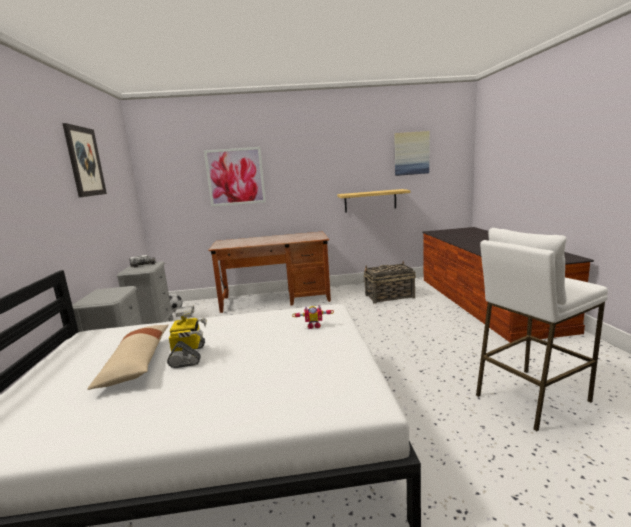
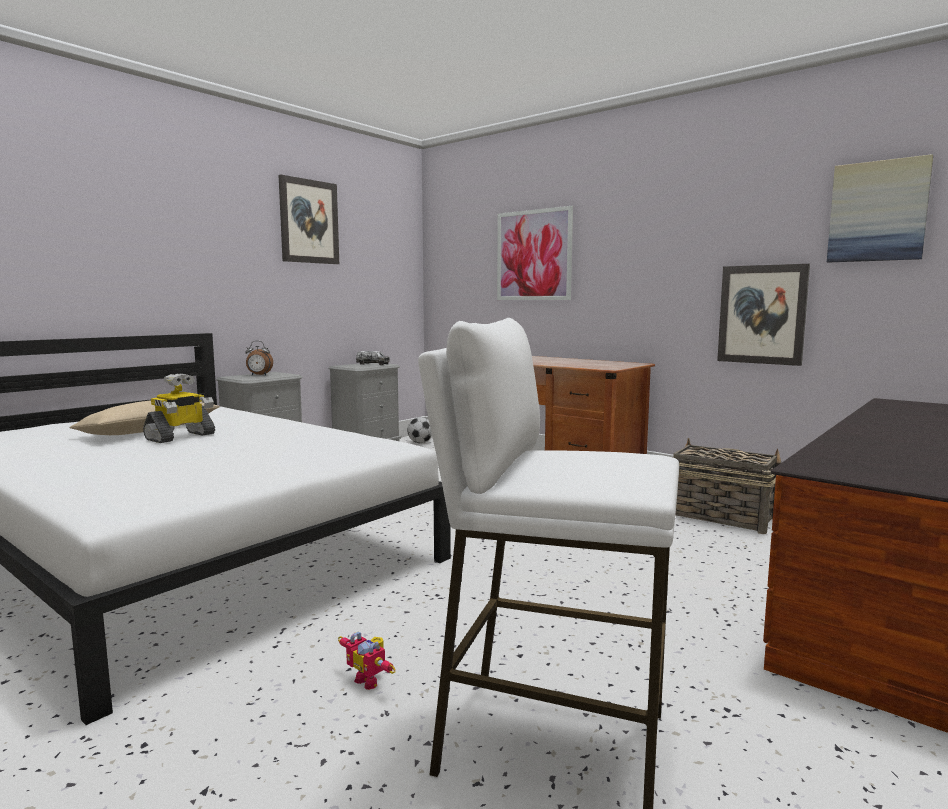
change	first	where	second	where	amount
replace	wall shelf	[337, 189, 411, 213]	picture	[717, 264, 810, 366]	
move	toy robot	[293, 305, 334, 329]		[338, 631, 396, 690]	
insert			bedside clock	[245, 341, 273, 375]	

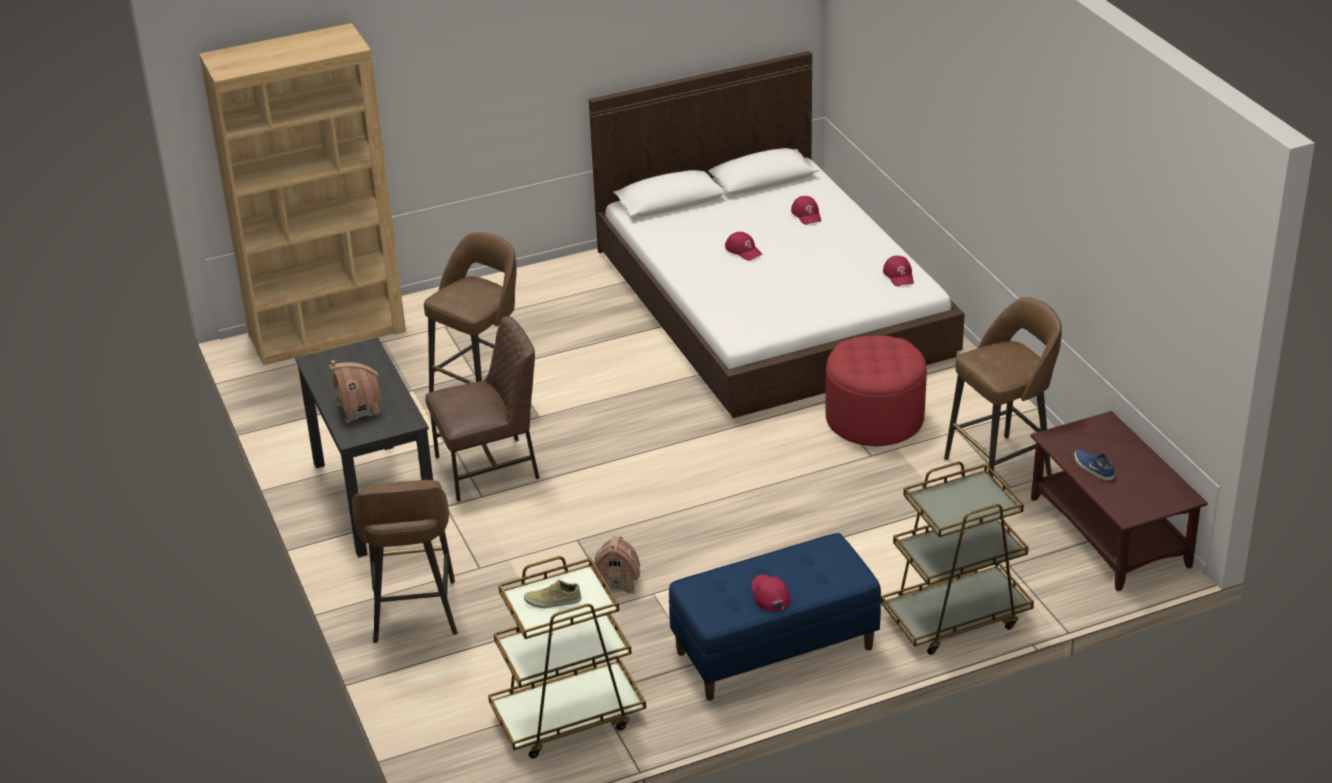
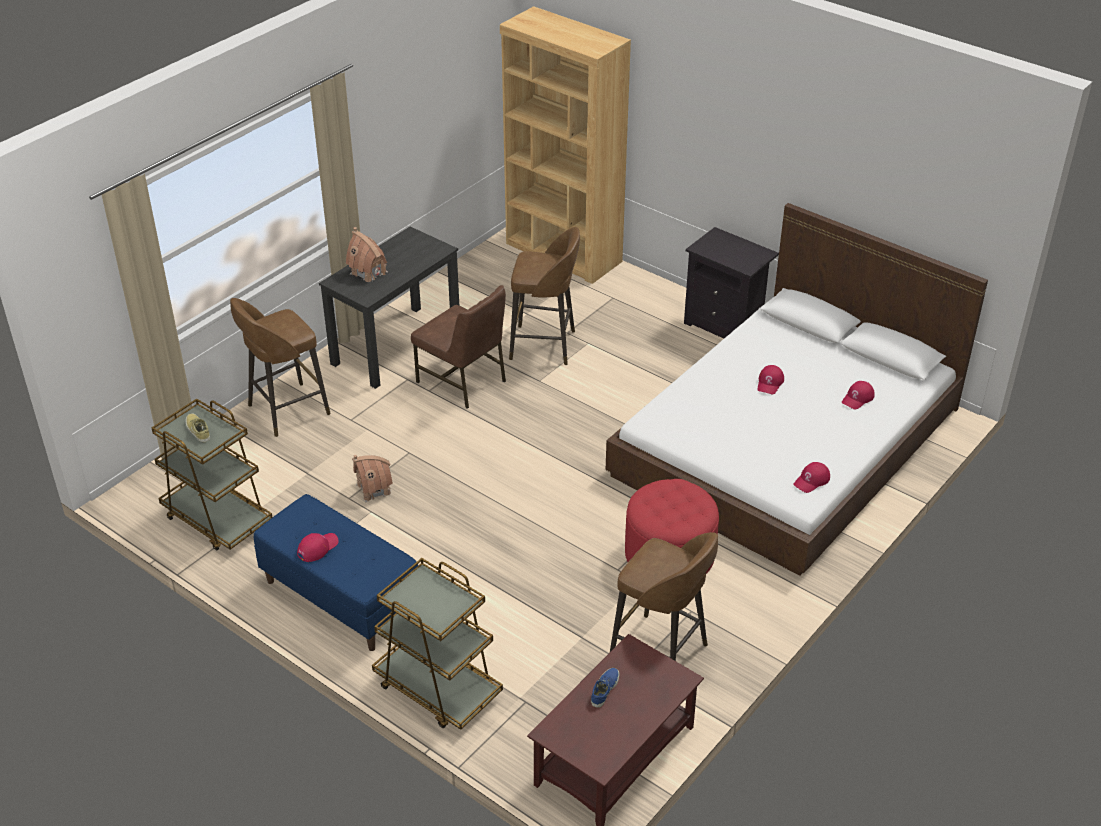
change	first	where	second	where	amount
insert			blackish night table	[684, 227, 779, 338]	

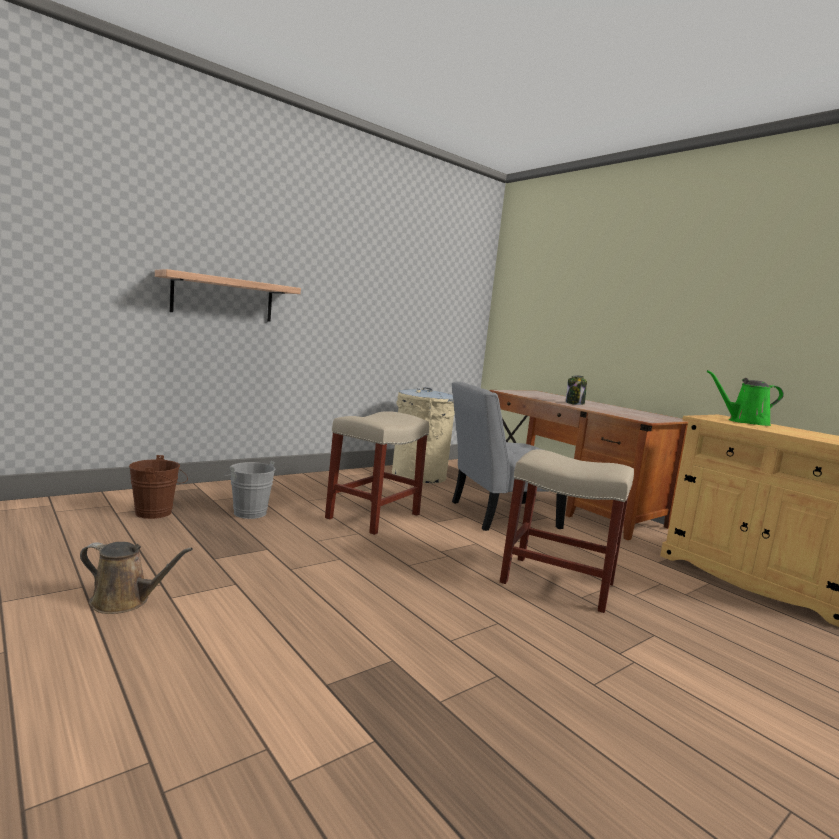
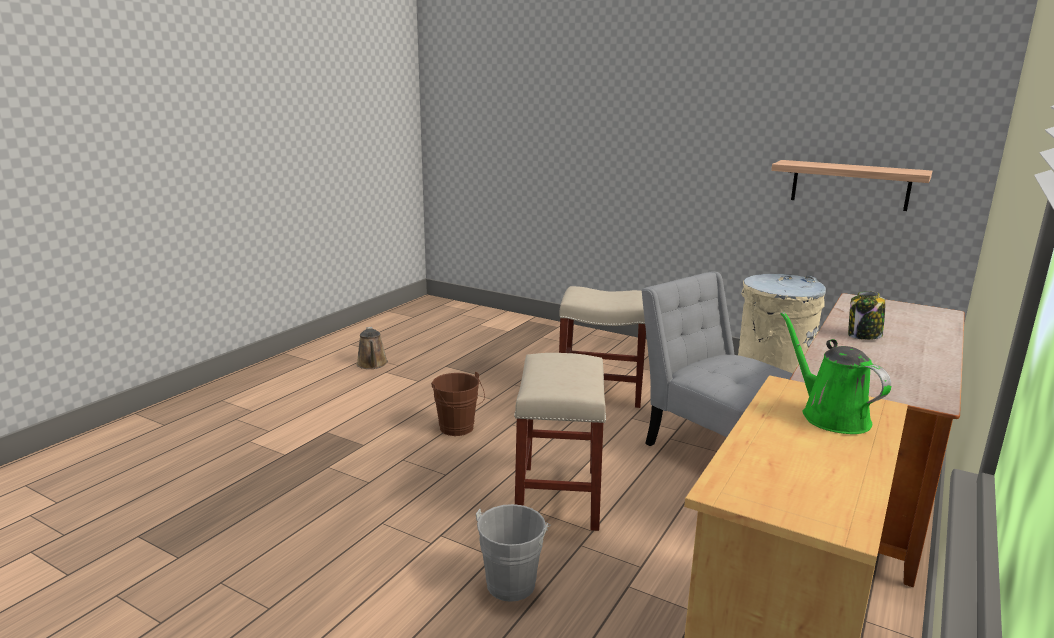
change	first	where	second	where	amount
move	wall shelf	[155, 269, 301, 322]		[771, 160, 932, 211]	
move	brownish pail	[129, 455, 188, 519]		[431, 372, 485, 436]	
move	grey pail	[224, 461, 275, 519]		[476, 504, 551, 602]	

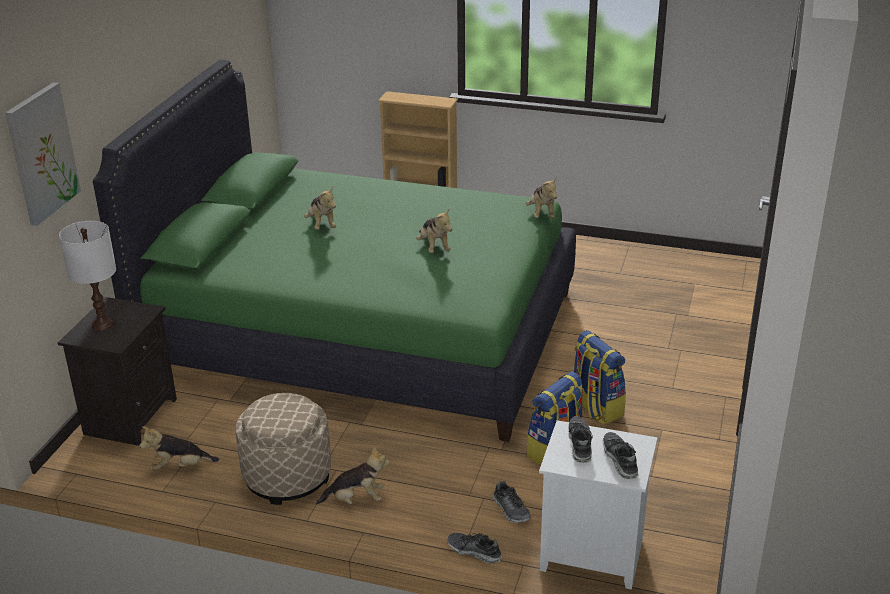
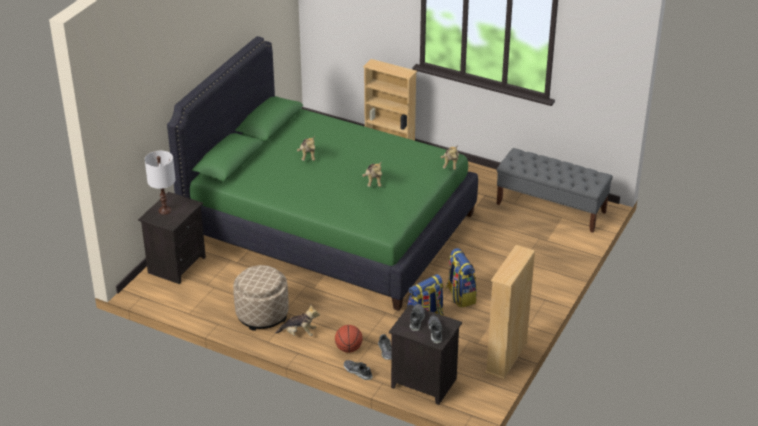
change	first	where	second	where	amount
delete	picture	[5, 82, 81, 226]			
recolor	whitish night table	[539, 420, 657, 590]	blackish night table	[389, 304, 462, 405]	
delete	plush toy	[140, 426, 219, 470]			
insert			grey long seat	[497, 148, 613, 233]	
insert			beige-coloured bookshelf	[485, 245, 535, 379]	
insert			basketball	[335, 325, 363, 353]	

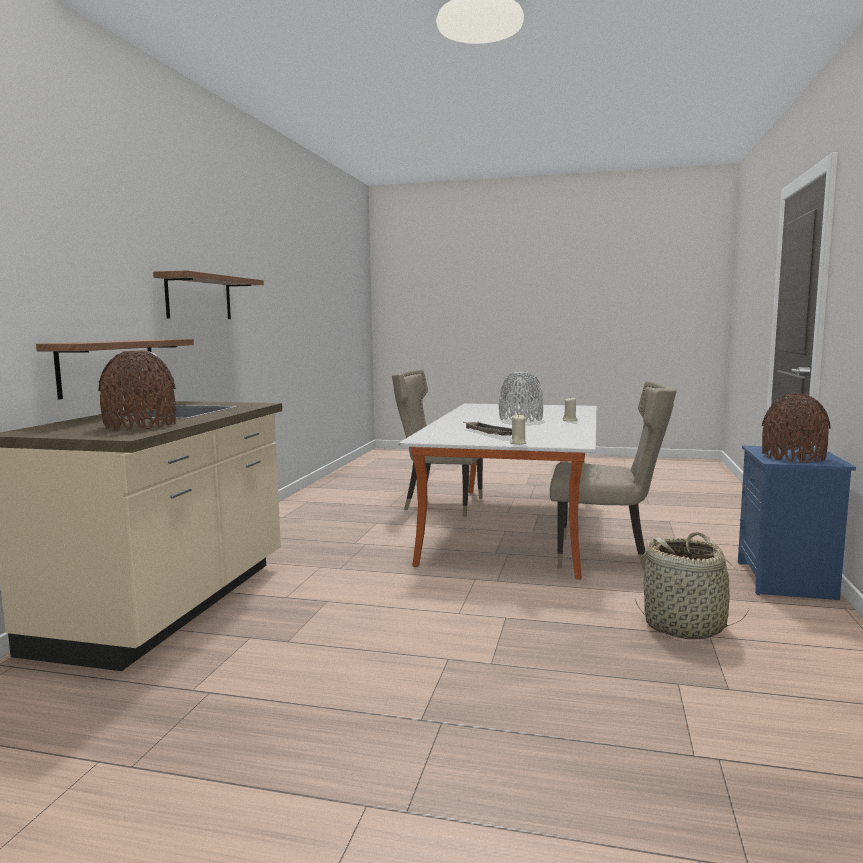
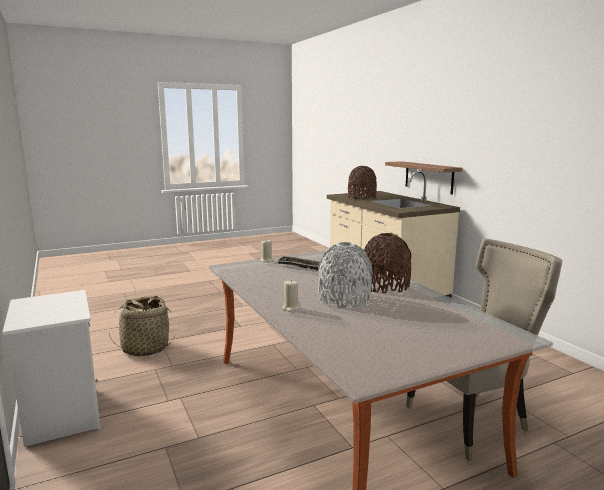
change	first	where	second	where	amount
delete	wall shelf	[153, 270, 264, 319]			
delete	beige-coloured upright chair	[550, 381, 677, 570]			
move	brownish vase	[762, 394, 831, 462]		[364, 233, 411, 293]	
recolor	blue-coloured night table	[738, 445, 856, 600]	whitish night table	[2, 290, 101, 447]	

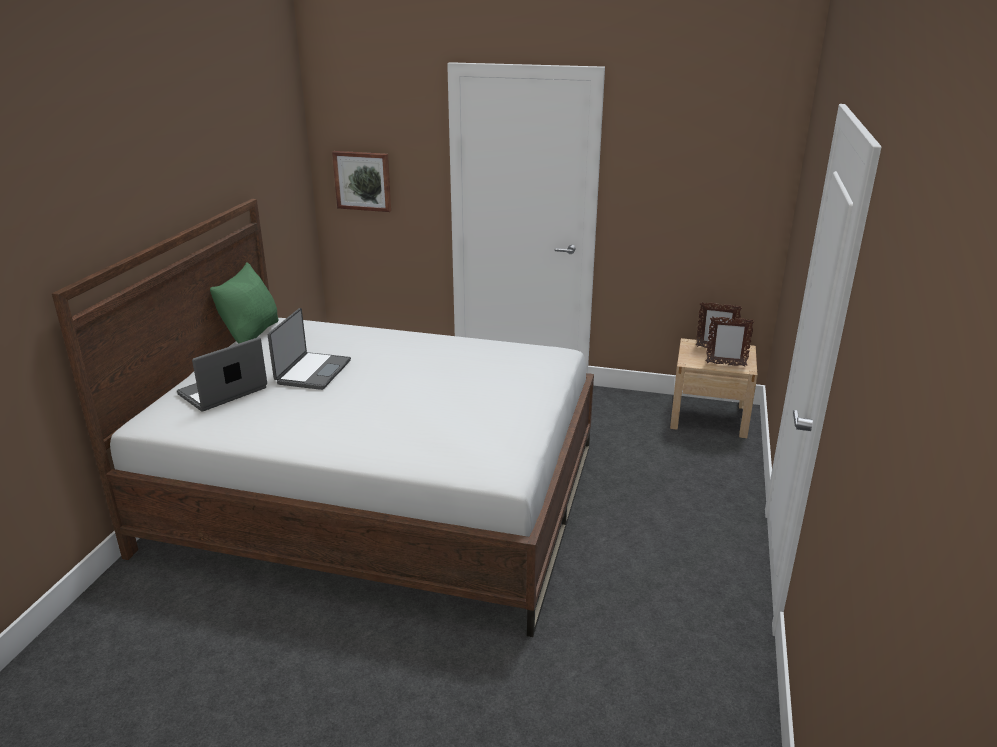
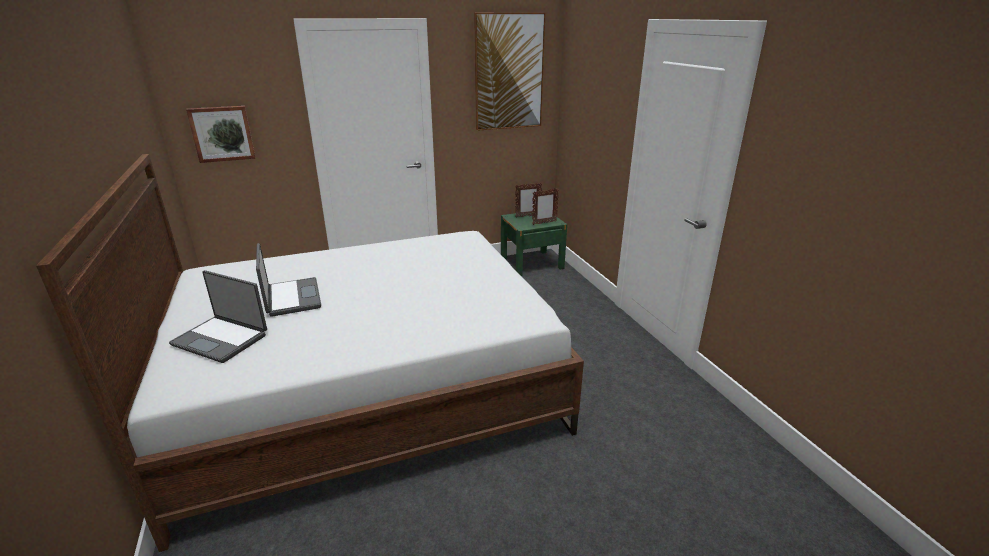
change	first	where	second	where	amount
delete	greenish throw pillow	[210, 262, 278, 344]			
rotate	laptop	[177, 337, 267, 412]		[169, 270, 267, 363]	75 degrees counterclockwise
recolor	beige-coloured night table	[670, 338, 757, 438]	greenish night table	[501, 213, 567, 276]	
insert			picture	[474, 13, 546, 131]	

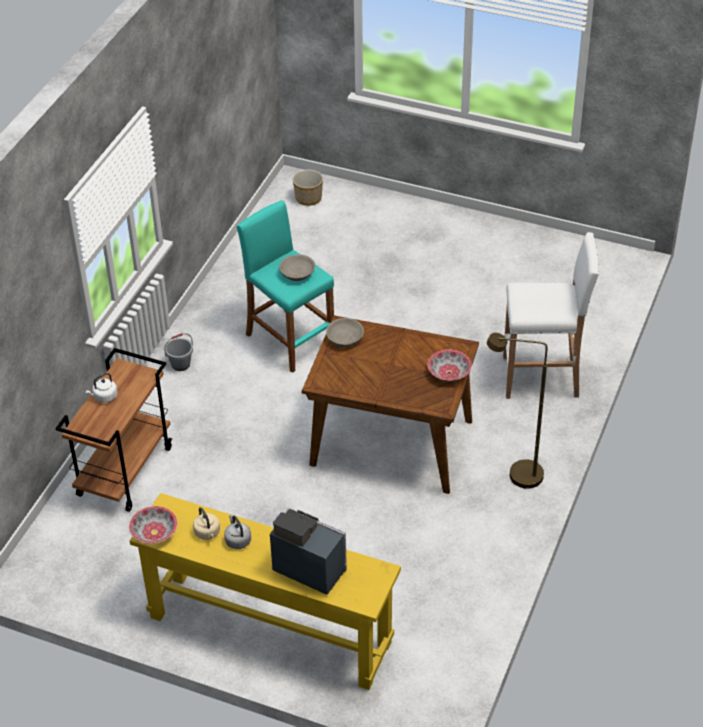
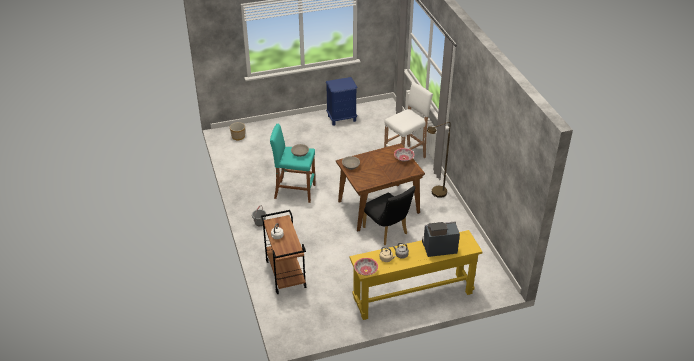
change	first	where	second	where	amount
insert			blue-coloured night table	[326, 77, 357, 126]	
insert			blackish upright chair	[363, 186, 415, 245]	

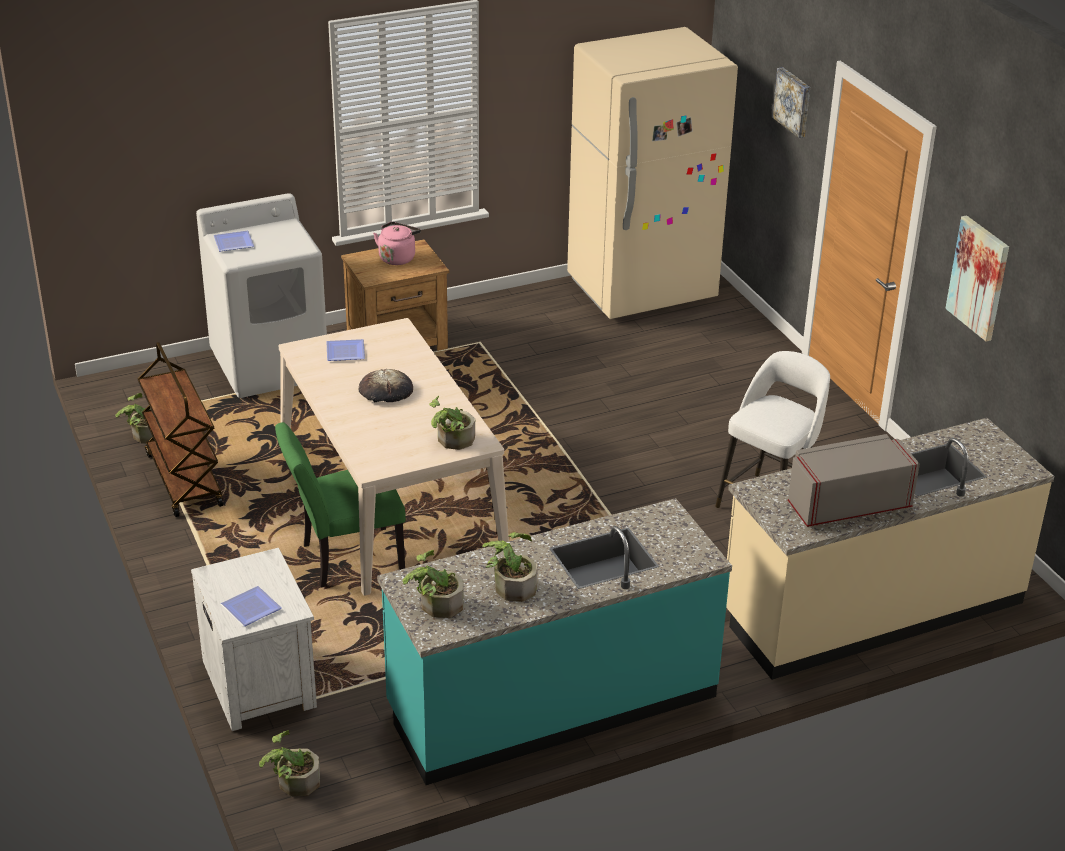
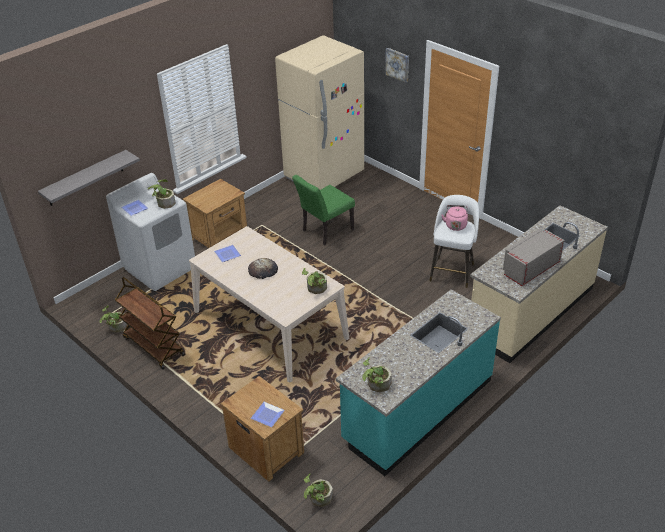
change	first	where	second	where	amount
delete	picture	[945, 215, 1009, 342]			
move	pinkish kettle	[373, 222, 421, 265]		[441, 205, 468, 231]	
move	greenish upright chair	[275, 422, 406, 588]		[292, 175, 355, 245]	
move	houseplant	[482, 532, 537, 602]		[148, 179, 176, 209]	
recolor	whitish night table	[191, 548, 317, 731]	brownish night table	[221, 376, 304, 482]	
insert			grey wall shelf	[38, 150, 140, 206]	

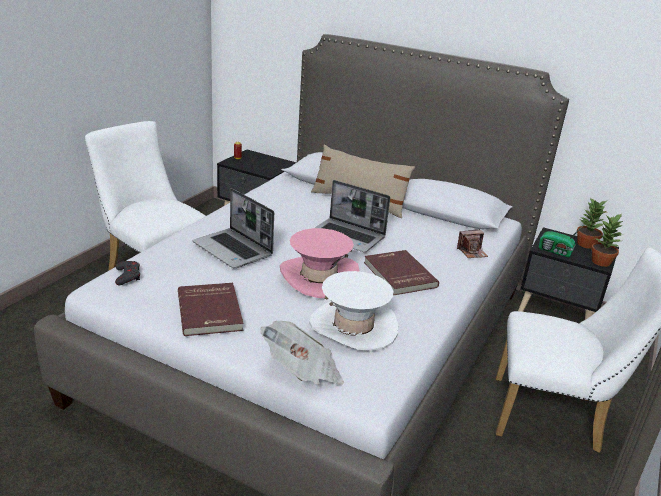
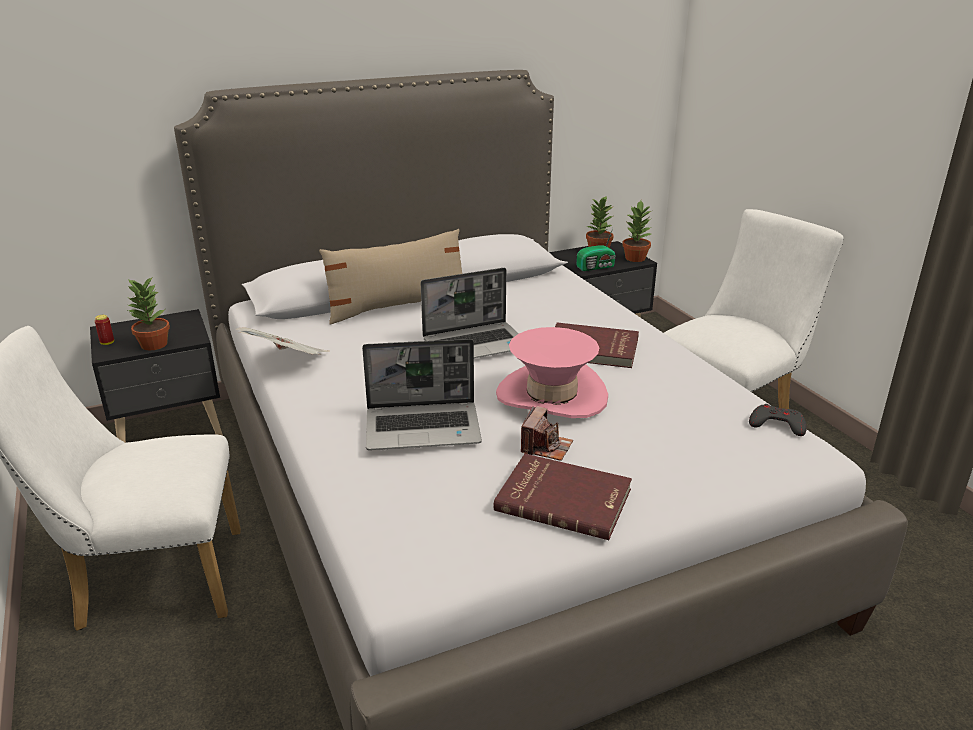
change	first	where	second	where	amount
move	photo camera	[457, 229, 488, 258]		[521, 406, 573, 461]	
move	grey game controller	[115, 261, 140, 285]		[749, 404, 807, 436]	
delete	whitish hat	[309, 271, 398, 351]			
move	newspaper	[260, 321, 344, 385]		[236, 327, 329, 355]	
insert			houseplant	[127, 278, 170, 350]	

